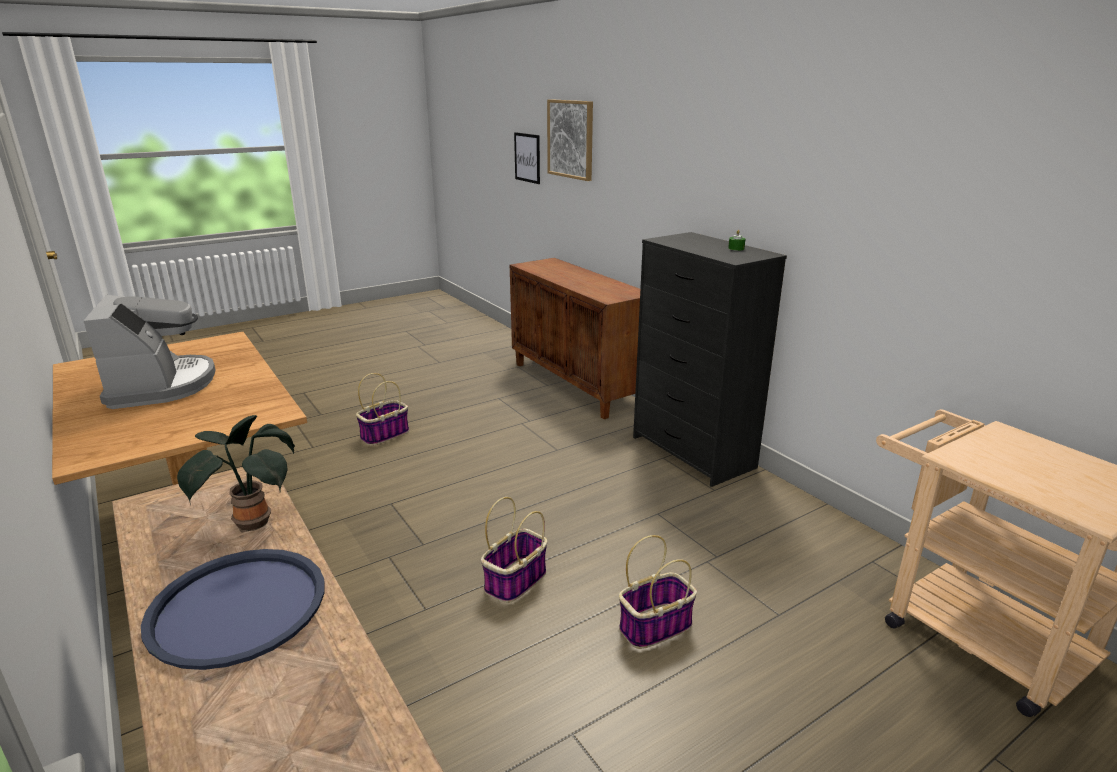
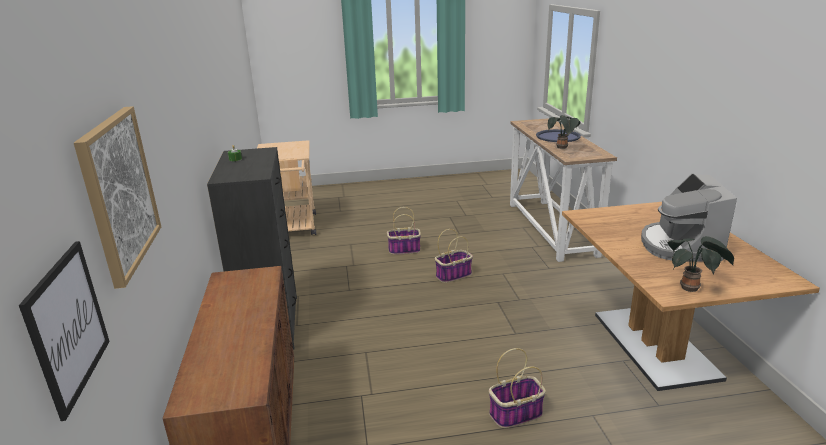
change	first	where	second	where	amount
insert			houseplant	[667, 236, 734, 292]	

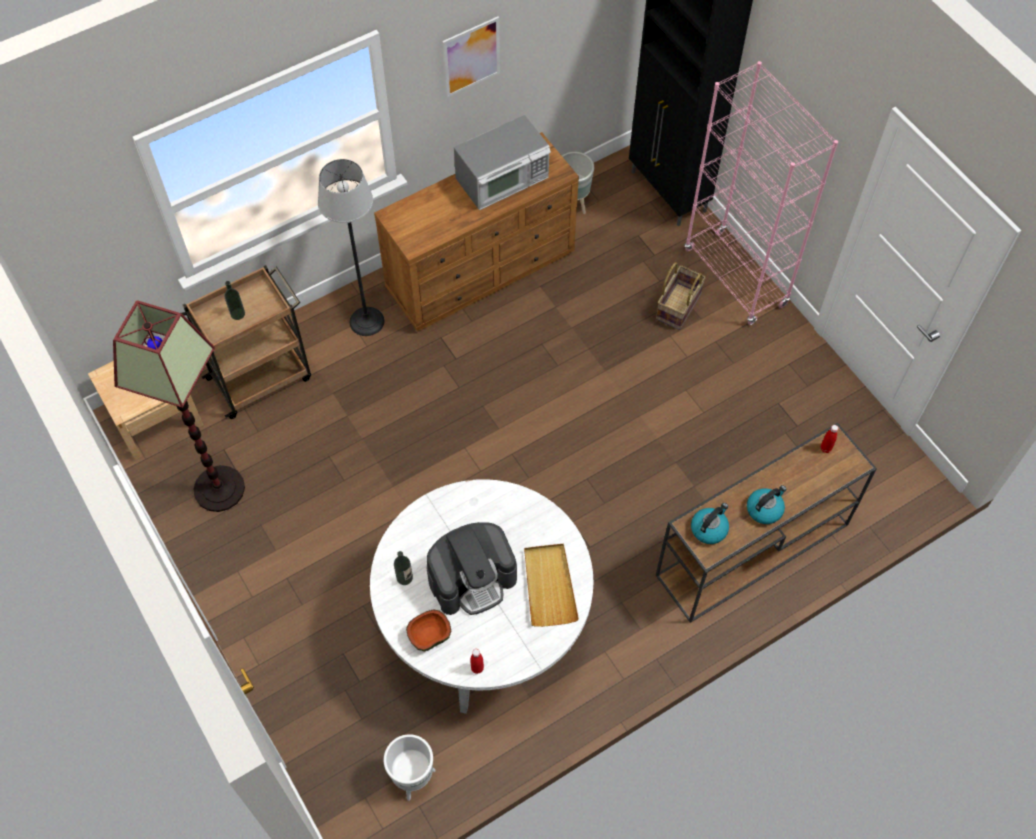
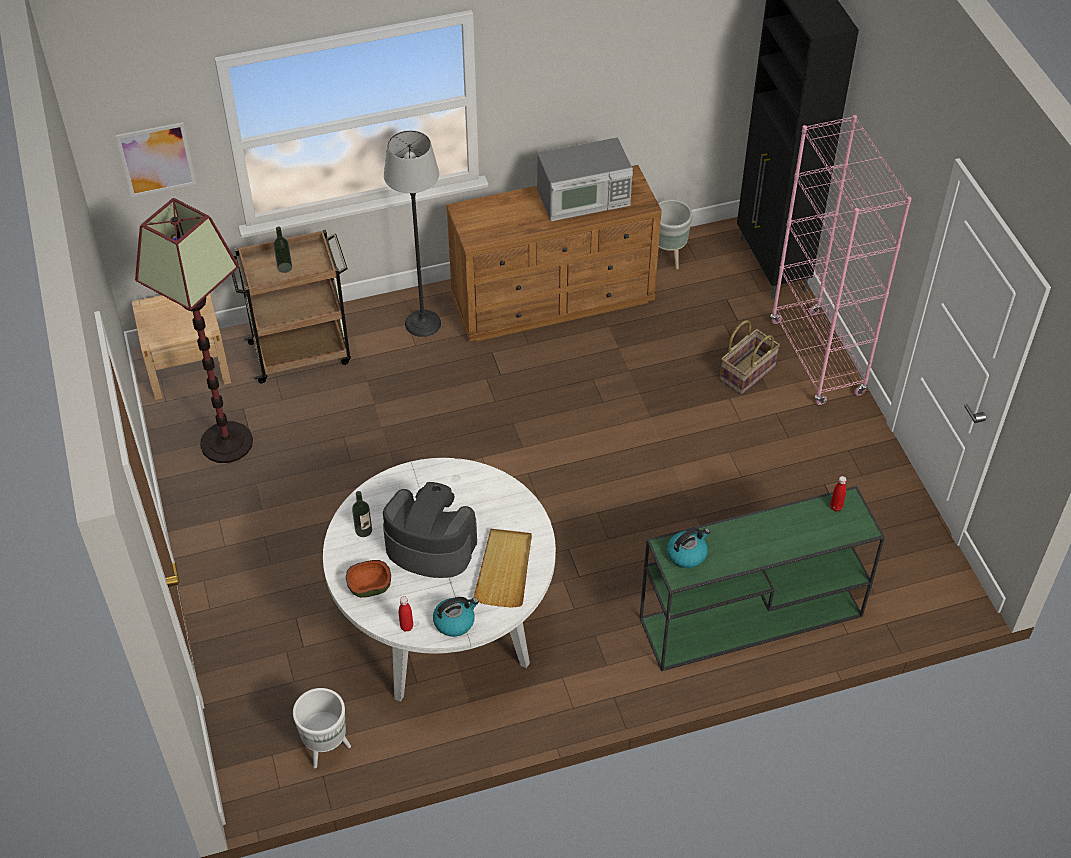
change	first	where	second	where	amount
move	picture	[443, 17, 500, 98]		[116, 122, 196, 197]	
recolor	brownish hall table	[656, 423, 877, 623]	greenish hall table	[640, 486, 885, 671]	
move	kettle	[747, 485, 787, 524]		[433, 597, 479, 637]	
rotate	coffee brewer	[427, 522, 517, 615]		[383, 482, 477, 578]	150 degrees counterclockwise

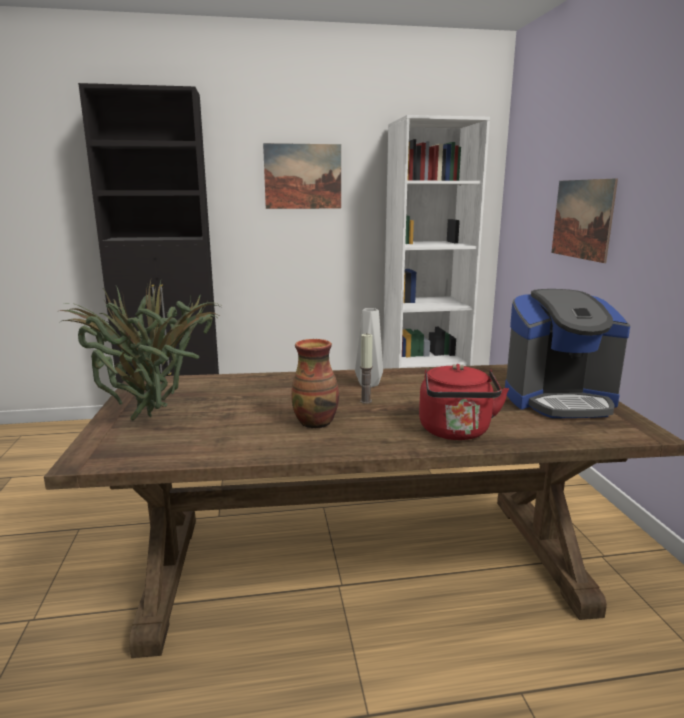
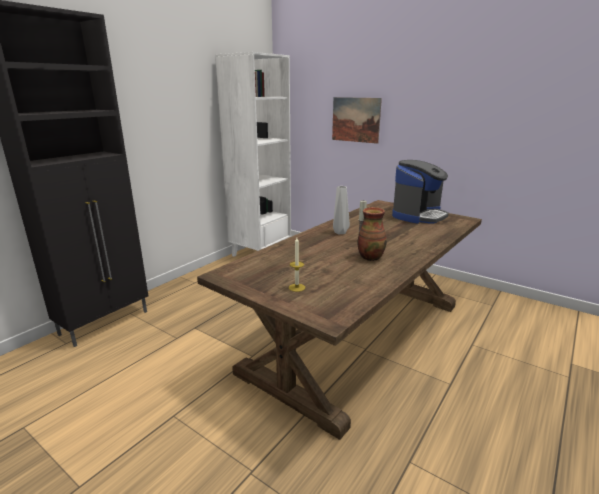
change	first	where	second	where	amount
delete	picture	[263, 143, 341, 209]			
replace	houseplant	[60, 281, 220, 420]	wax light	[289, 238, 305, 292]	
delete	red kettle	[419, 364, 509, 440]			

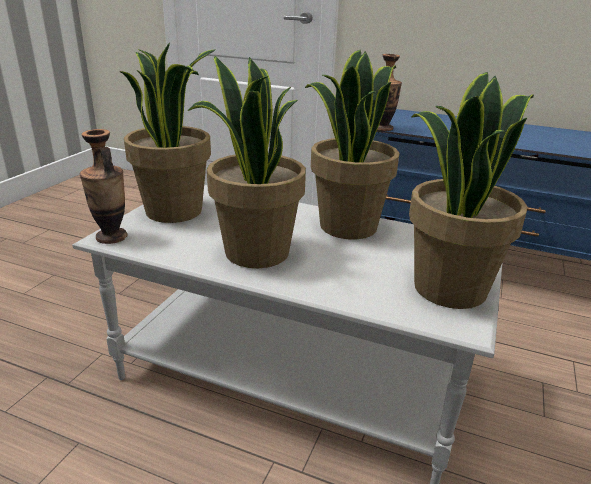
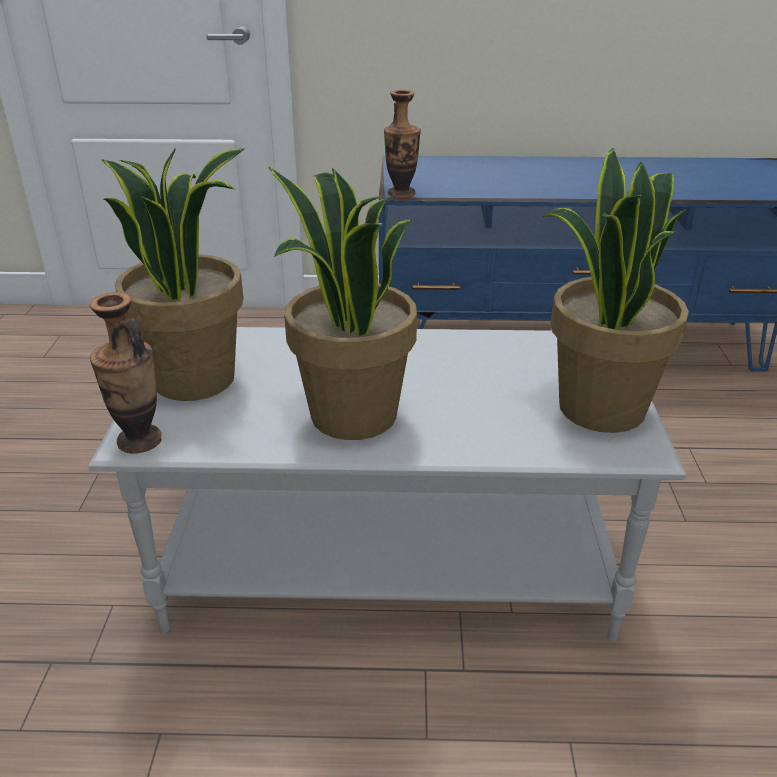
change	first	where	second	where	amount
delete	houseplant	[305, 50, 399, 239]			

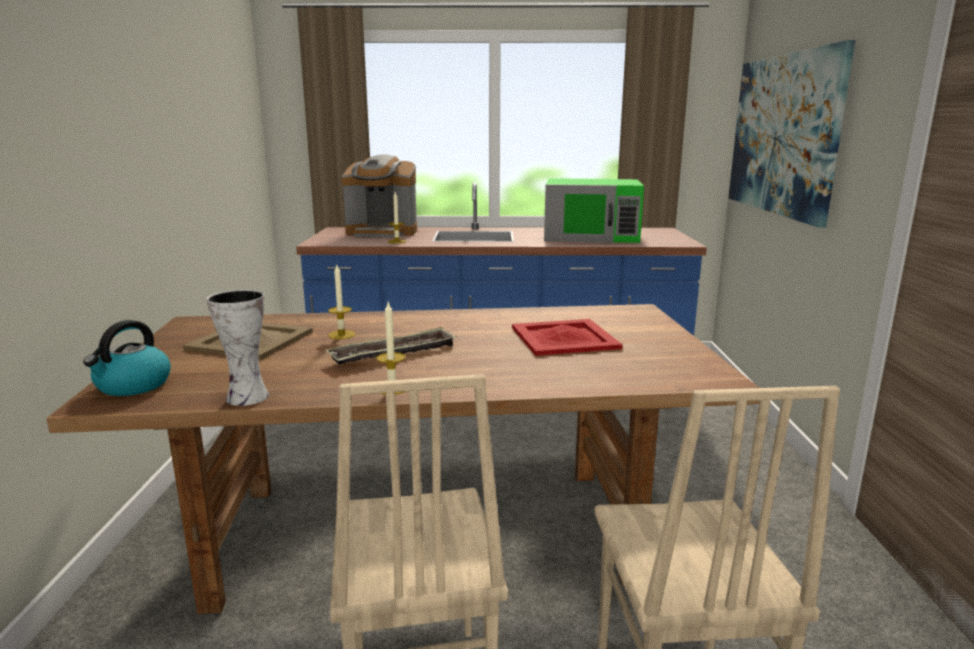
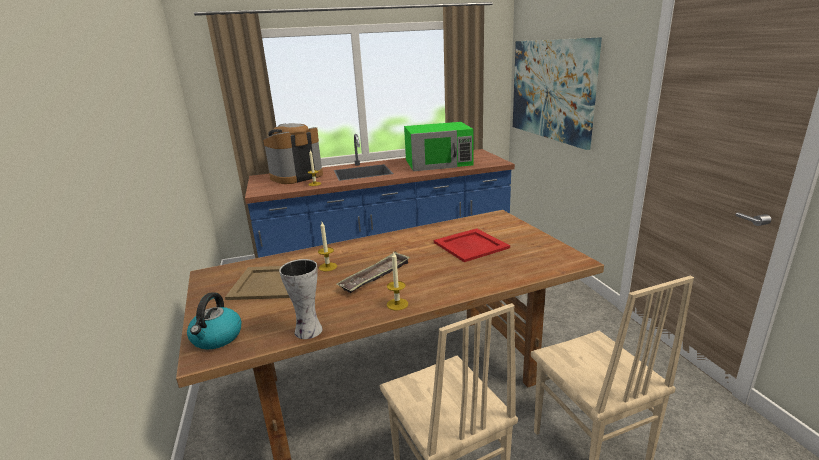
change	first	where	second	where	amount
rotate	coffee brewer	[342, 155, 417, 238]		[263, 123, 323, 184]	150 degrees clockwise

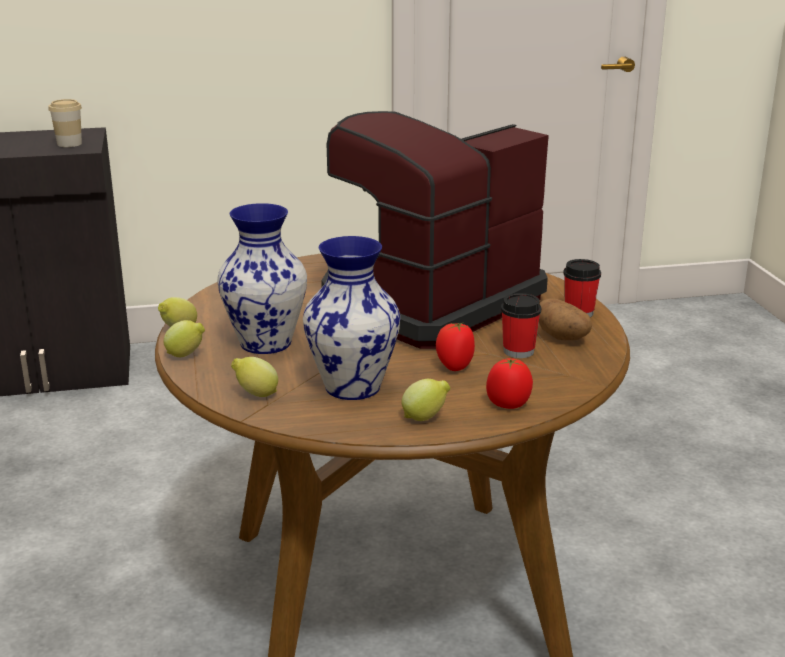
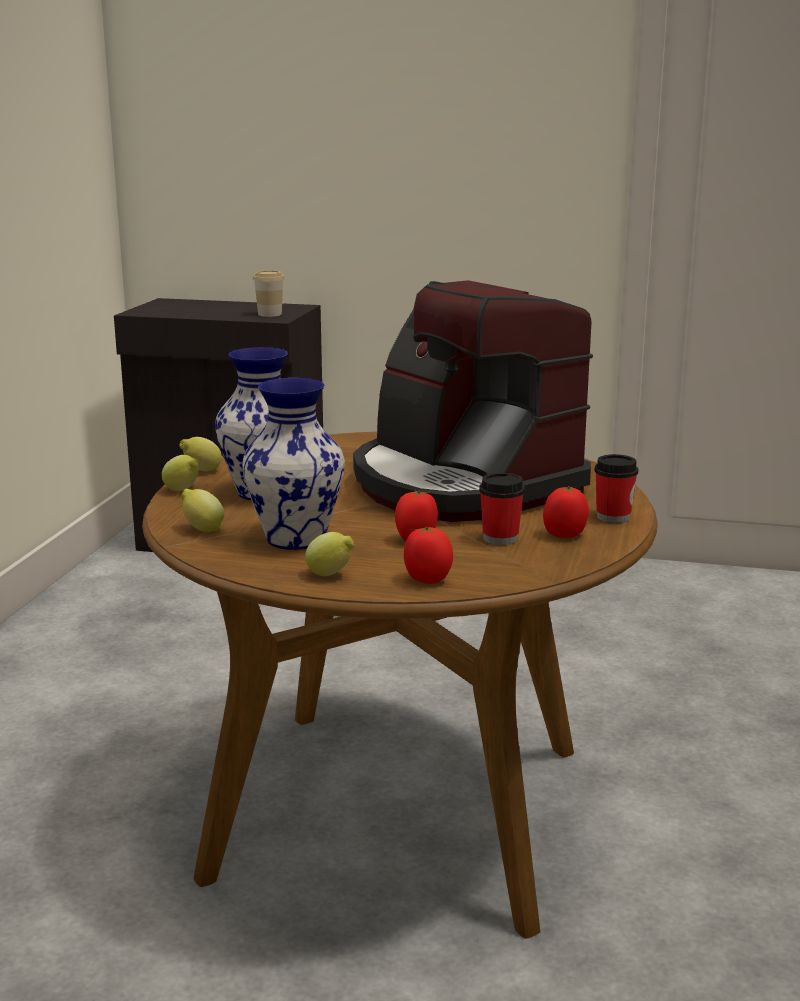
change	first	where	second	where	amount
rotate	coffee brewer	[321, 111, 549, 349]		[353, 280, 593, 522]	105 degrees counterclockwise
replace	spud	[539, 298, 592, 340]	tomato	[543, 486, 589, 538]	

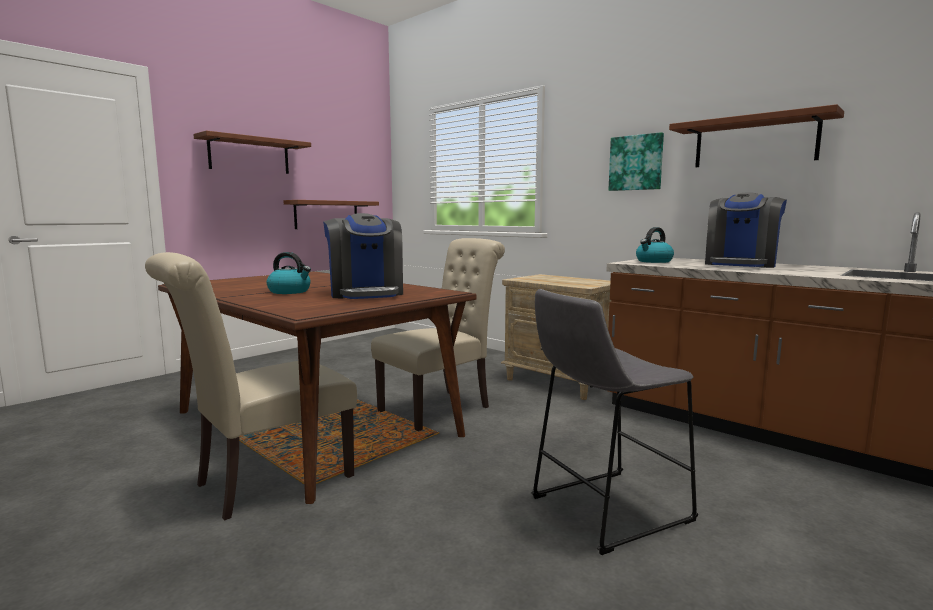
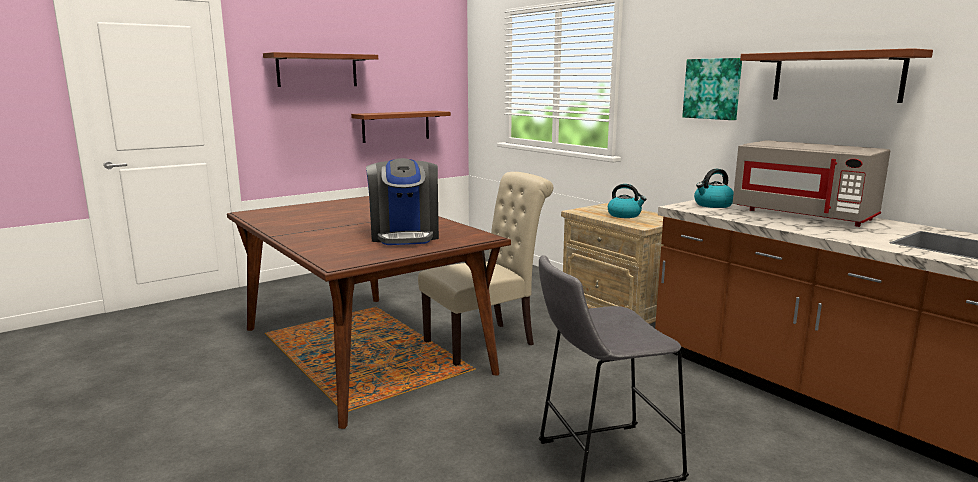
change	first	where	second	where	amount
replace	coffee brewer	[705, 192, 787, 268]	grey microwave oven	[733, 140, 890, 227]	
delete	beige-coloured upright chair	[145, 252, 357, 521]			
move	kettle	[267, 252, 311, 294]		[608, 184, 647, 218]	

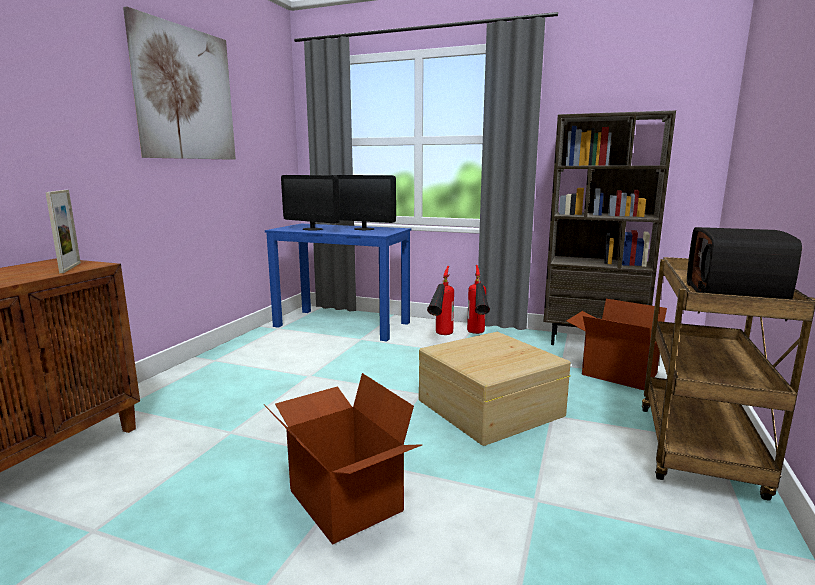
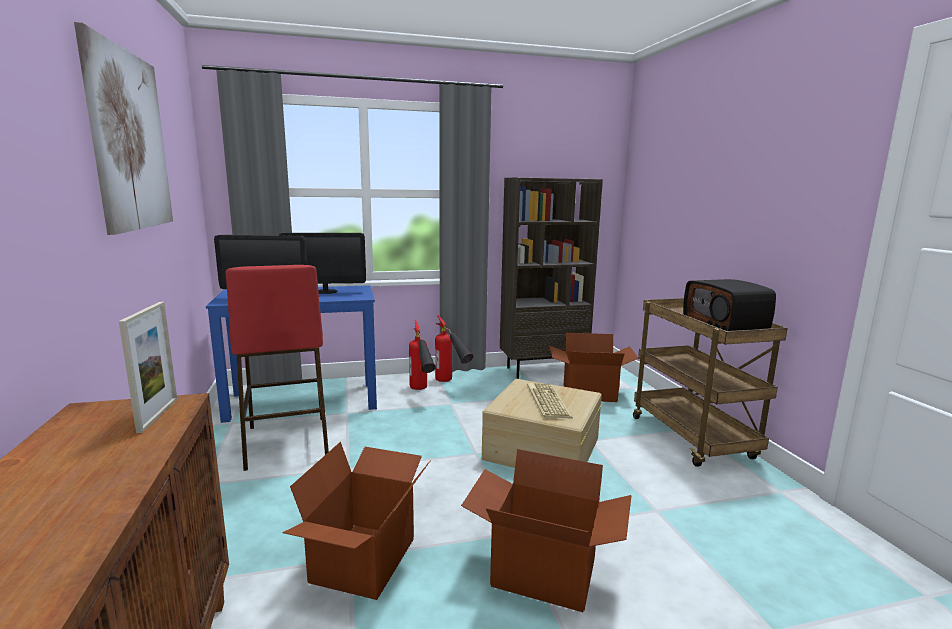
change	first	where	second	where	amount
rotate	standing frame	[45, 190, 81, 273]		[119, 302, 177, 433]	45 degrees clockwise
insert			red sitting stool	[226, 265, 329, 471]	
insert			computer keyboard	[527, 383, 573, 419]	
insert			packing box	[283, 442, 431, 600]	

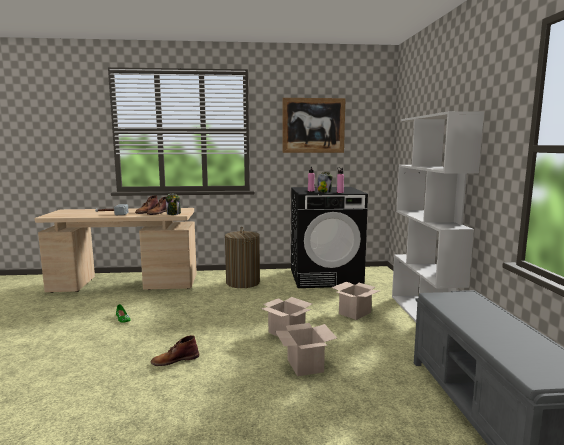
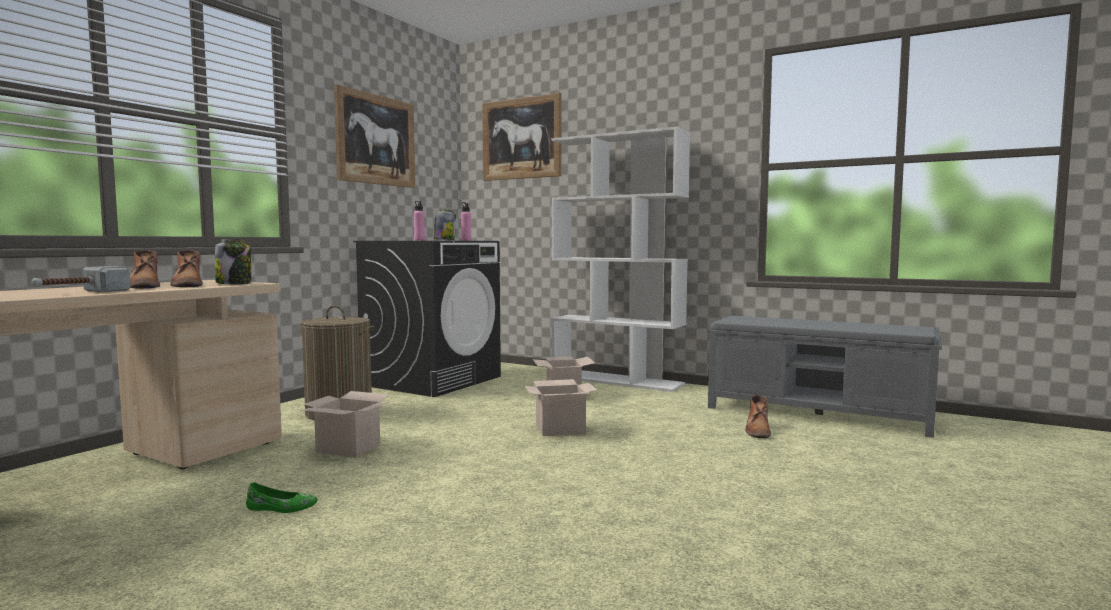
change	first	where	second	where	amount
move	packing box	[275, 323, 337, 376]		[302, 391, 389, 458]	
move	brownish high-top boot	[151, 335, 199, 366]		[745, 395, 771, 438]	
insert			picture	[482, 93, 561, 181]	

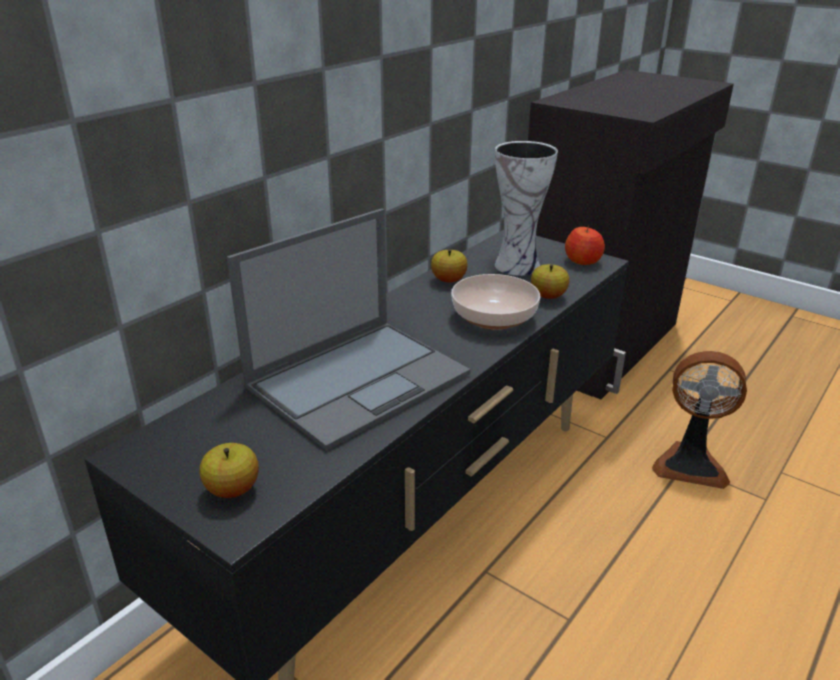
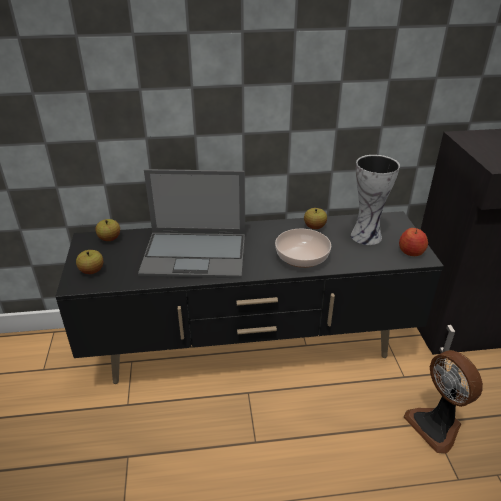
change	first	where	second	where	amount
move	apple fruit	[531, 264, 569, 299]		[96, 219, 120, 241]	

